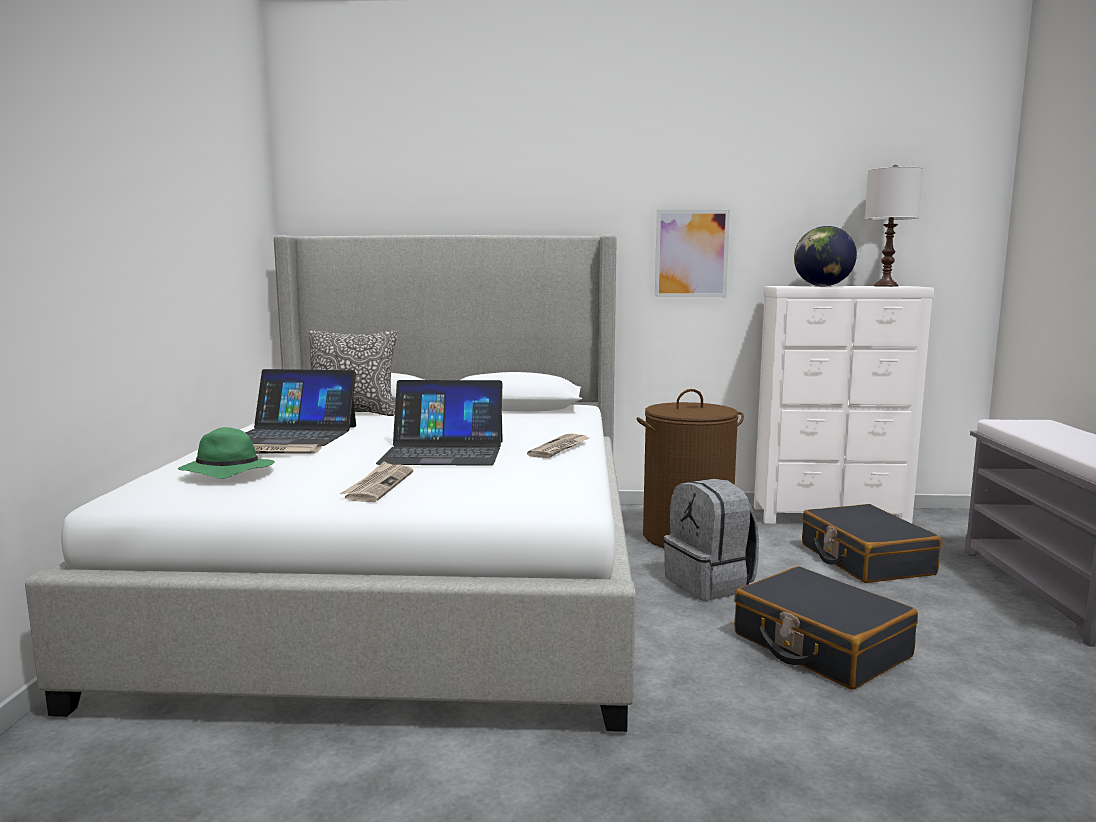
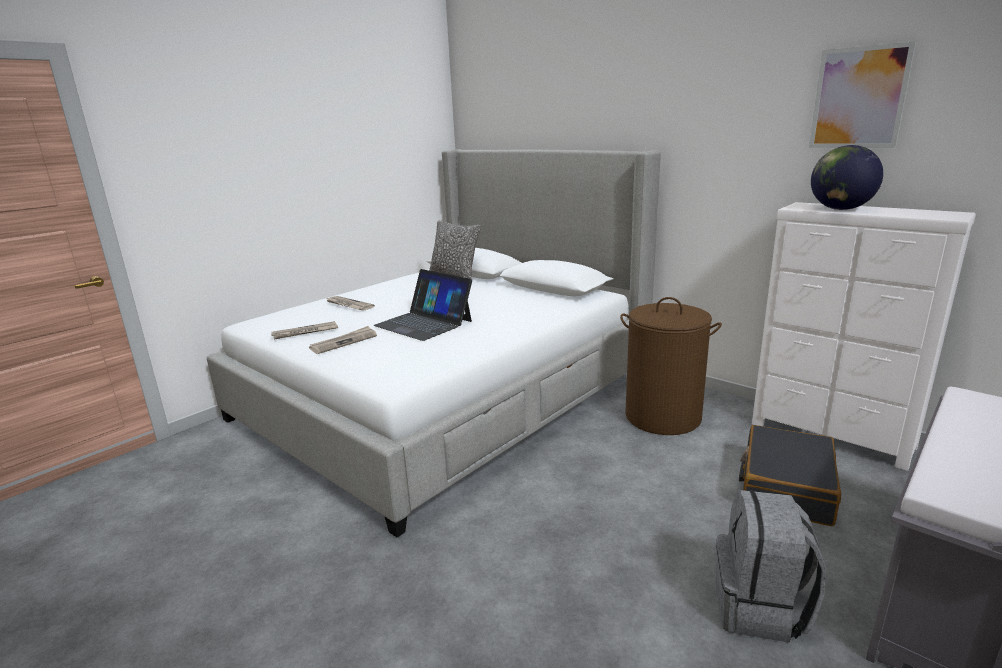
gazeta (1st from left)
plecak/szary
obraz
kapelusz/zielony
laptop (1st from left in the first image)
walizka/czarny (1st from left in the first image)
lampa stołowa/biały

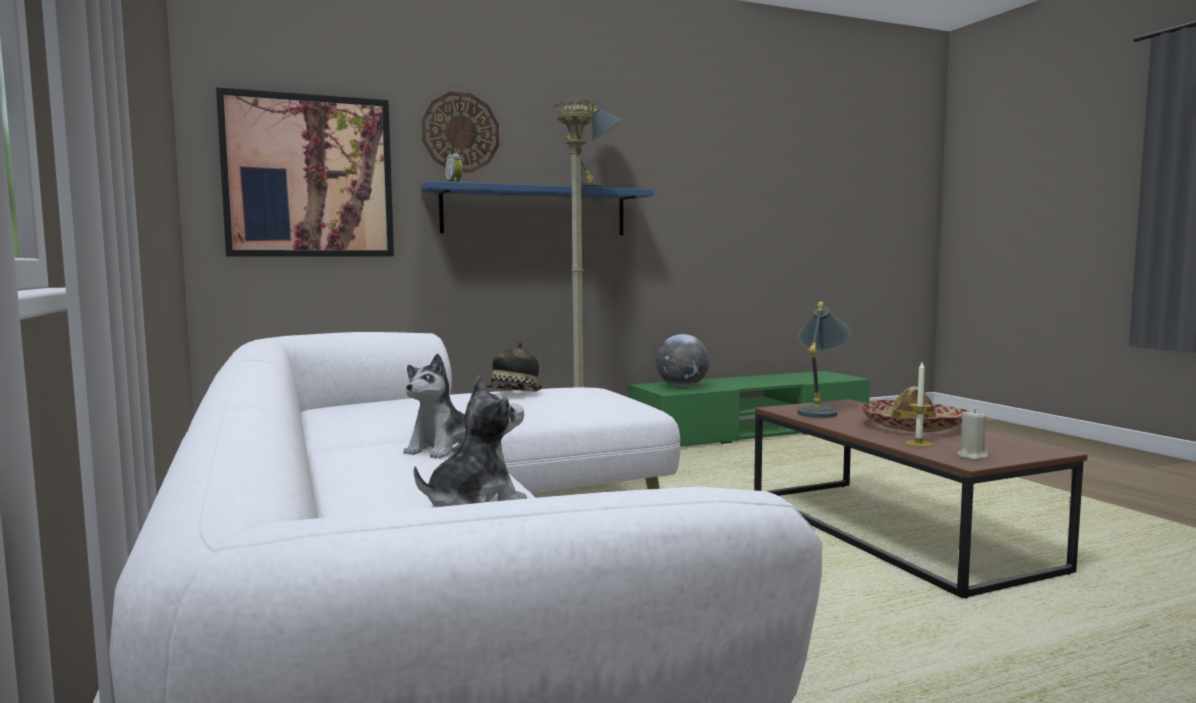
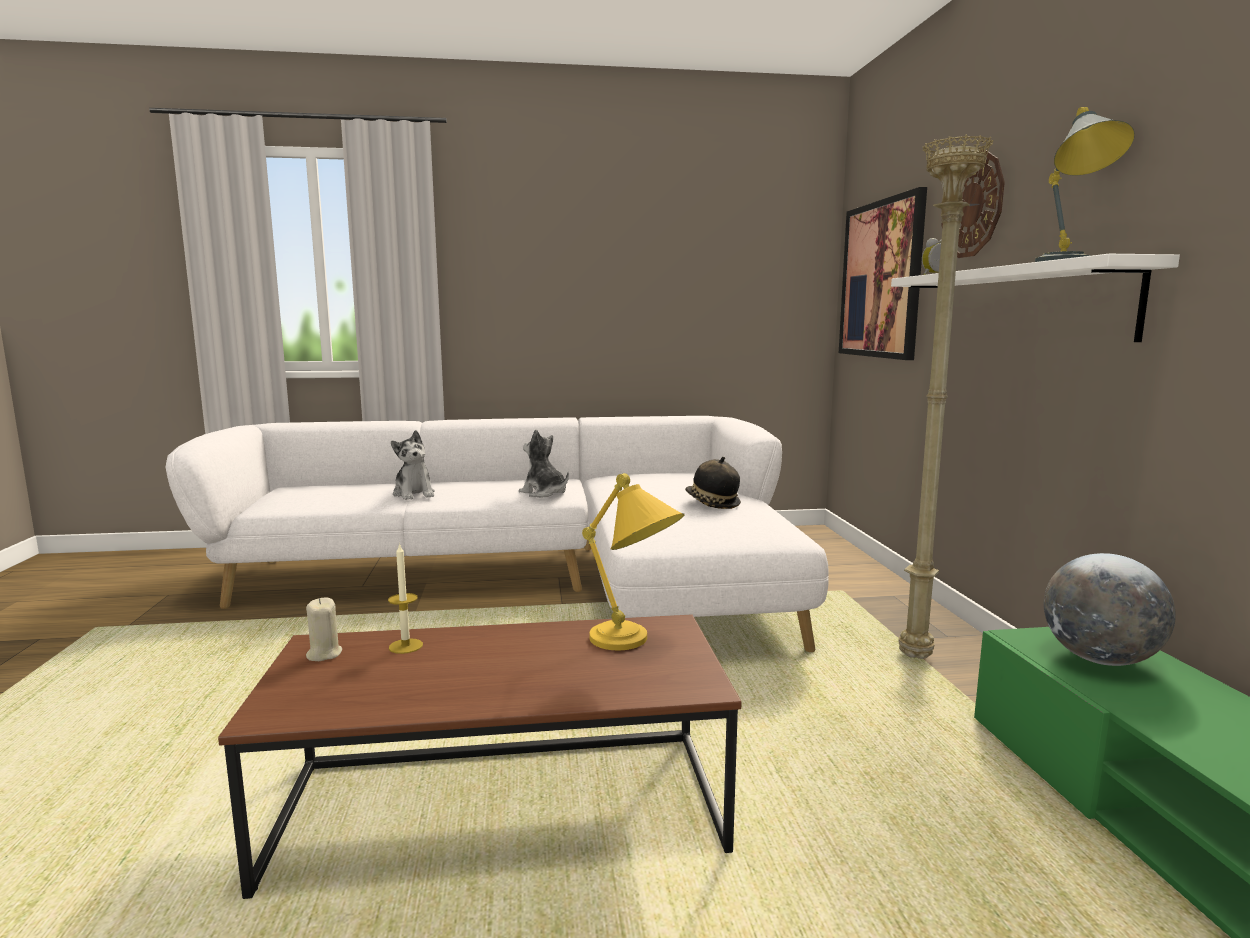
lampa stołowa/żółty
półka/biały
kapelusz (2nd from left in the first image)

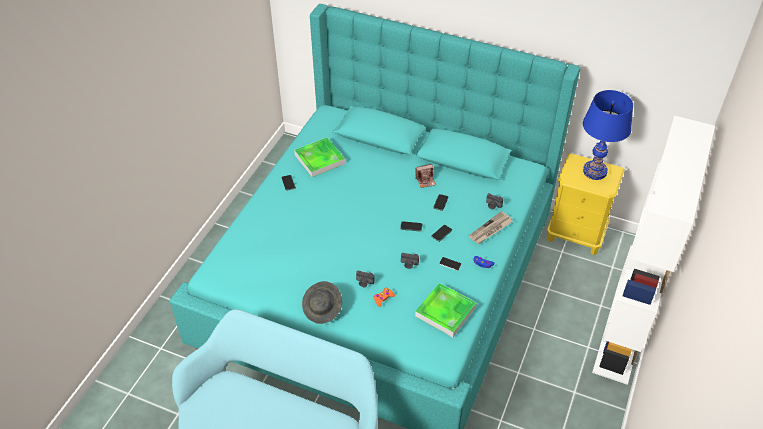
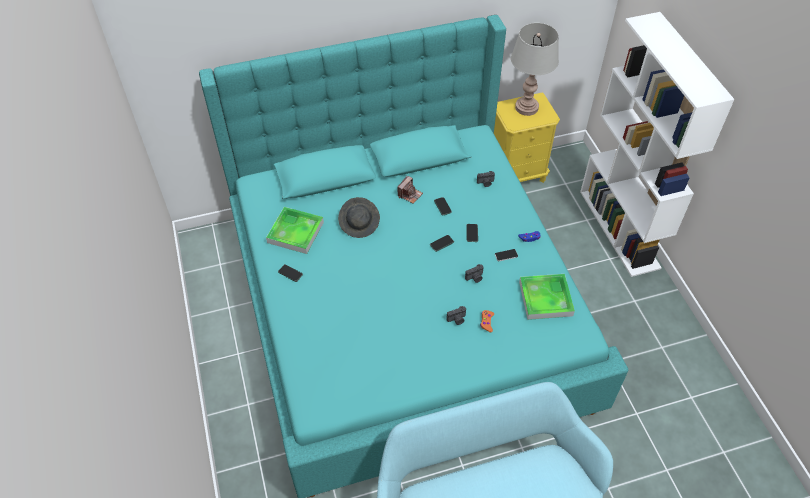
kapelusz/szary
lampa stołowa/szary
gazeta

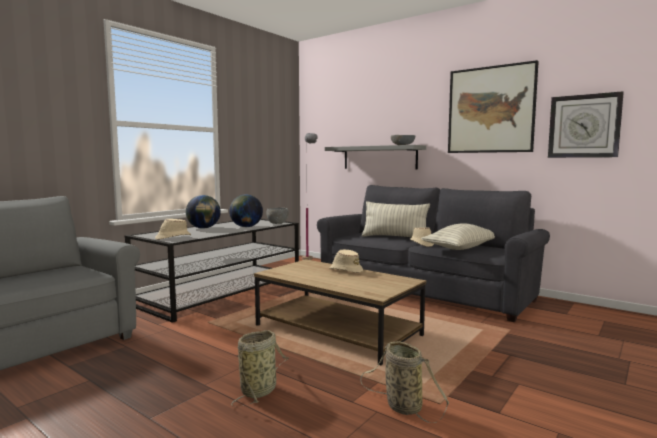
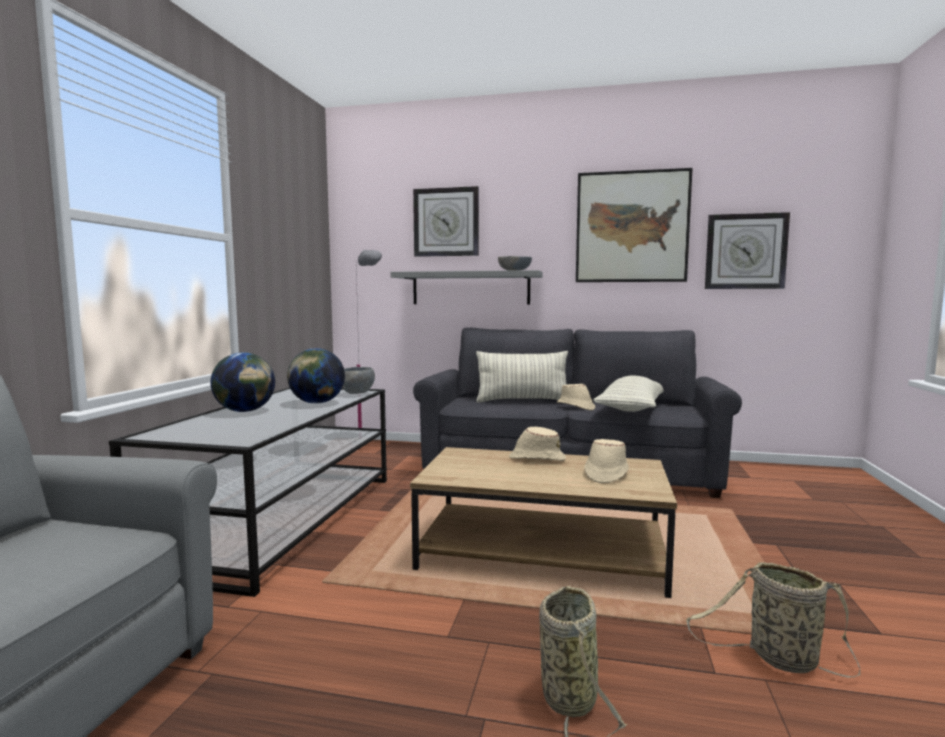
zegar ścienny (1st from left)
kapelusz/beżowy (3rd from left)

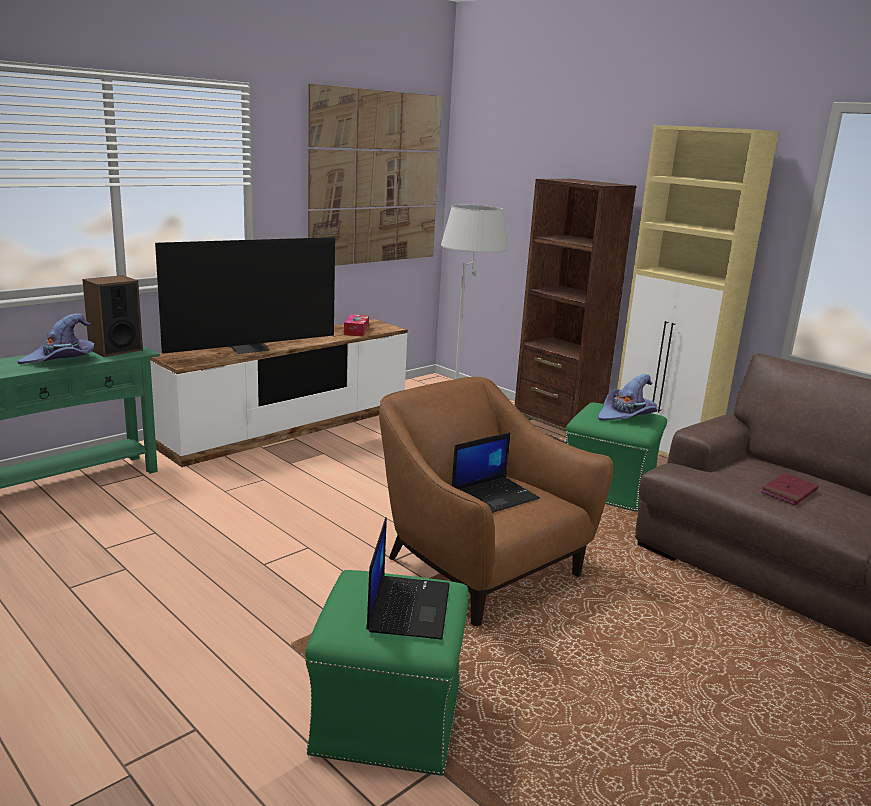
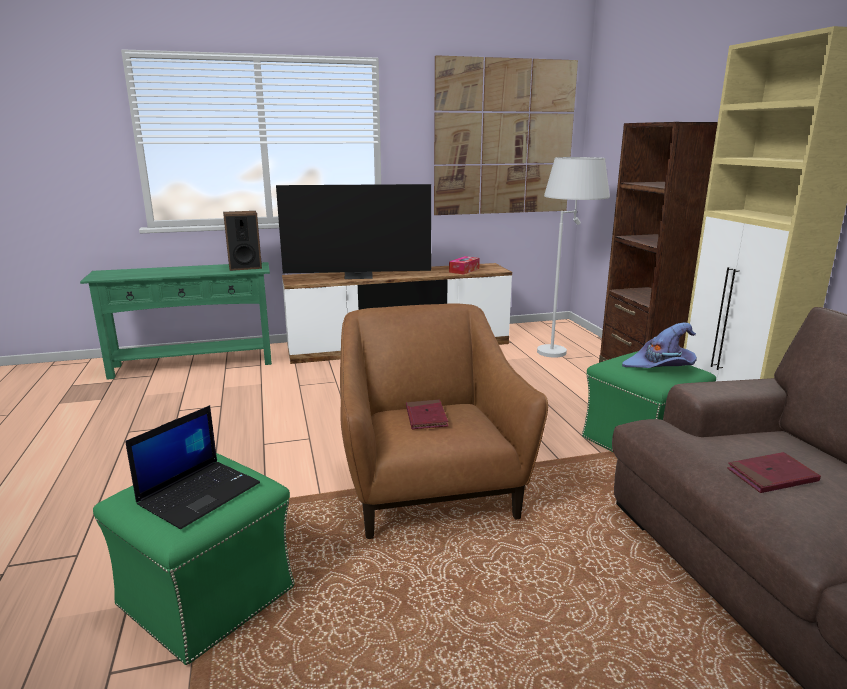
książka/czerwony (1st from left)
kapelusz/fioletowy (1st from left in the first image)

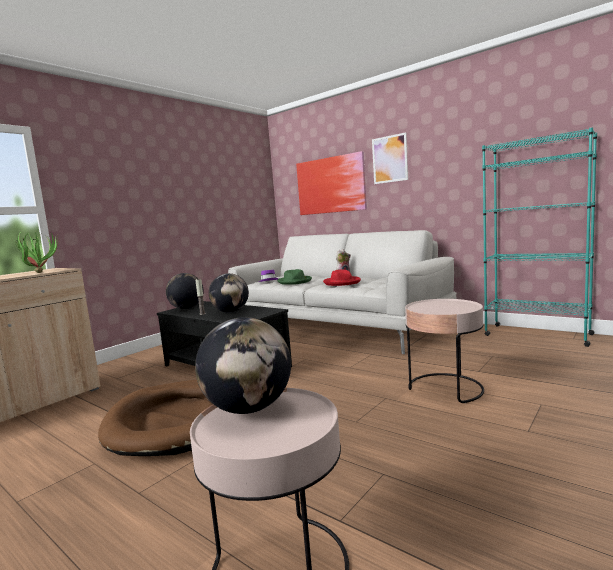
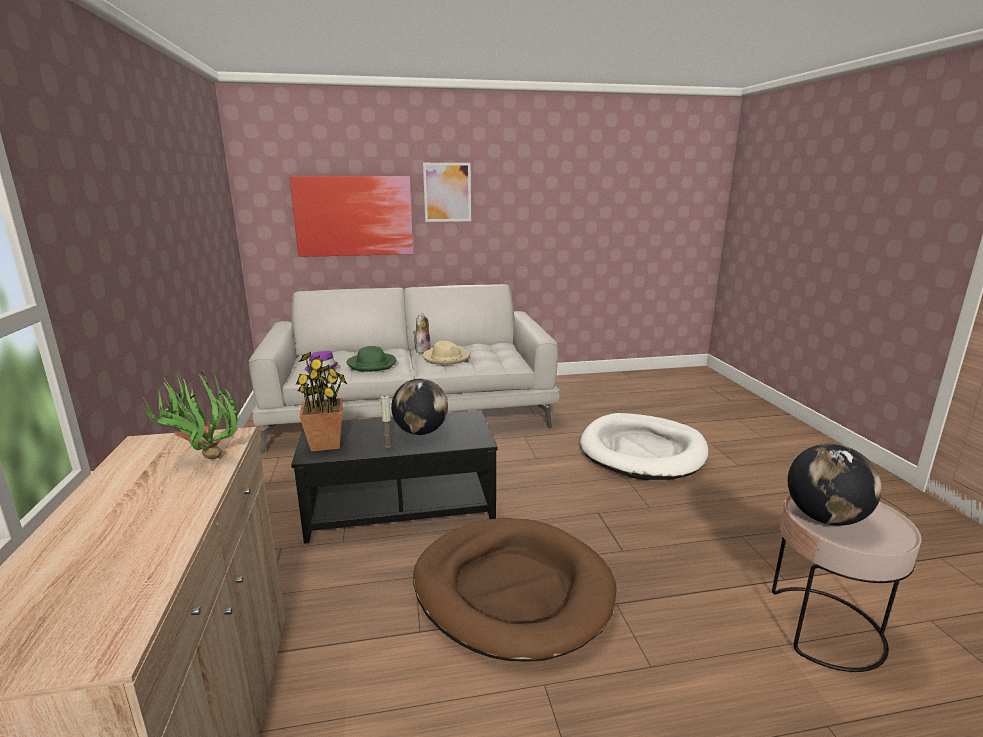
roślina doniczkowa (2nd from left)
kapelusz/beżowy
legowisko/biały
regał/turkusowy

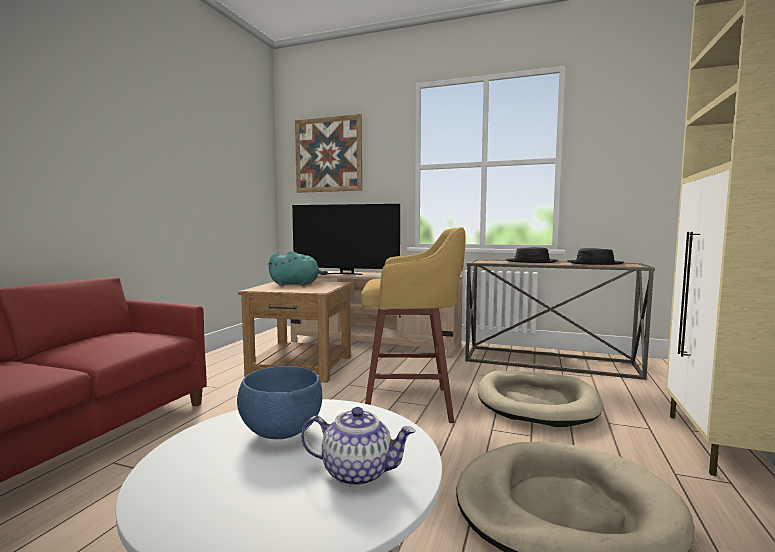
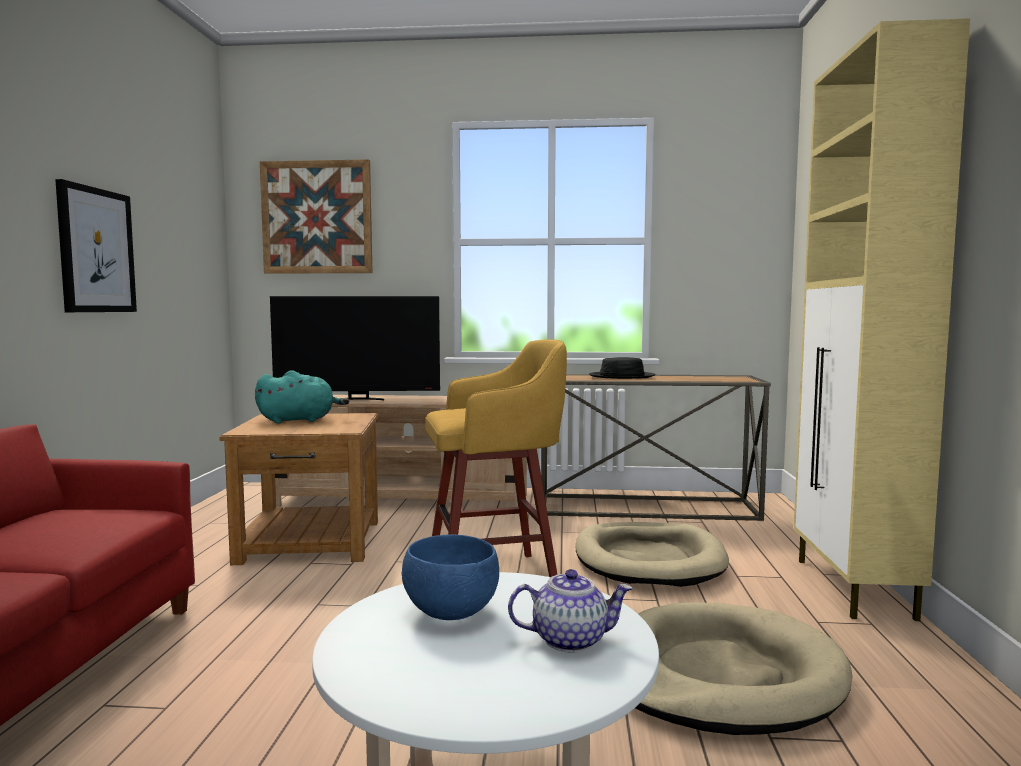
obraz (1st from left)
kapelusz/czarny (2nd from left in the first image)

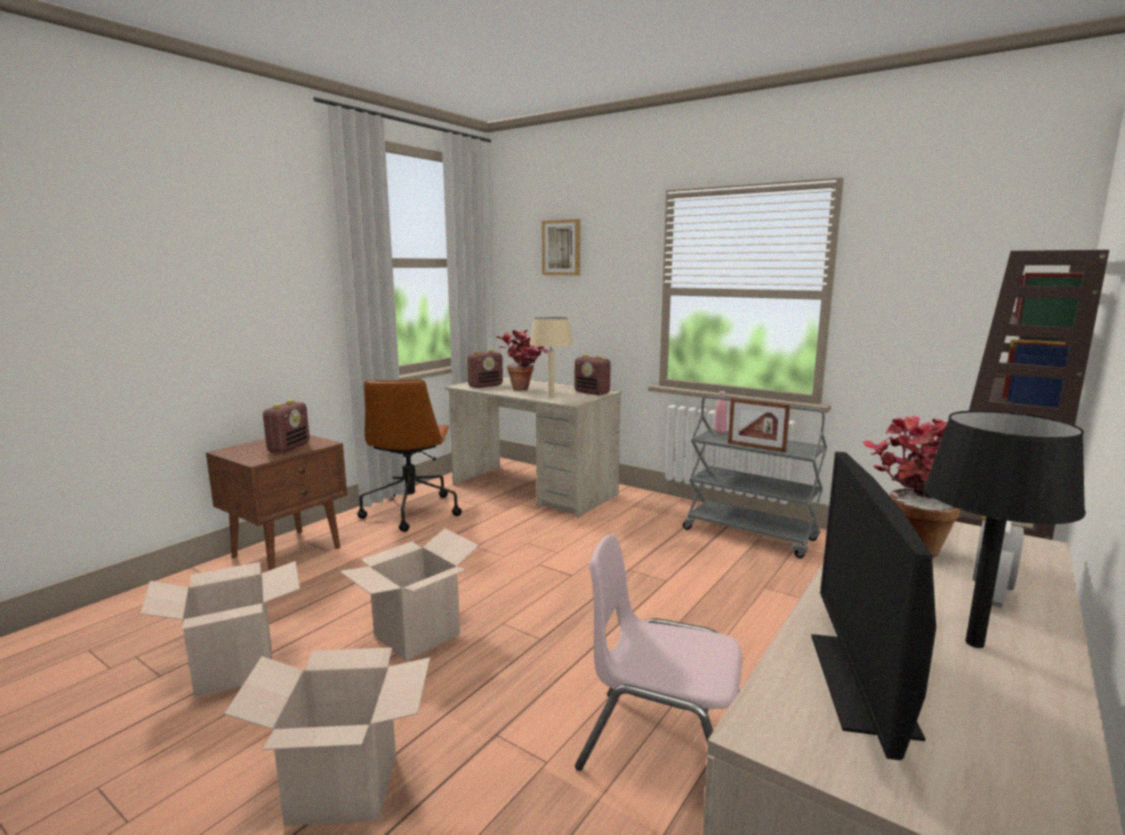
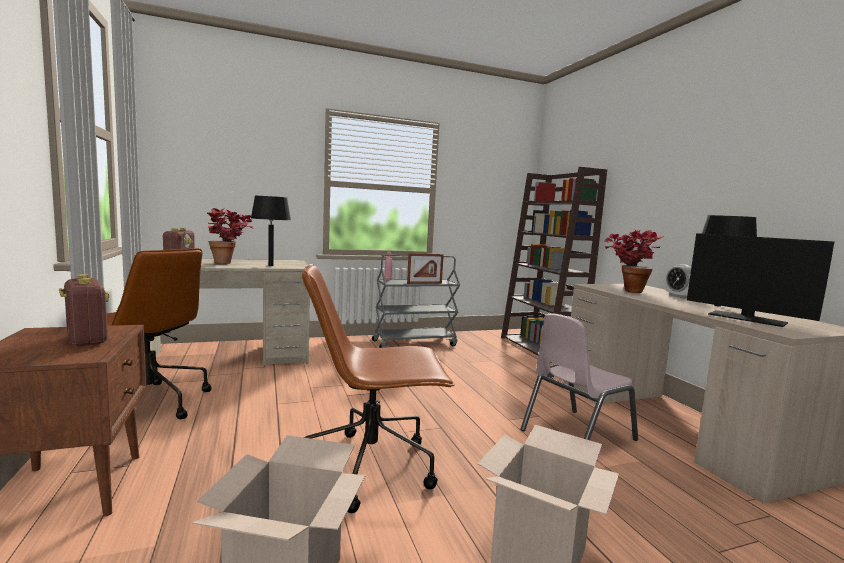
lampa stołowa/czarny (1st from left)
krzesło biurowe/brązowy (2nd from left)
obraz
radio (3rd from left in the first image)

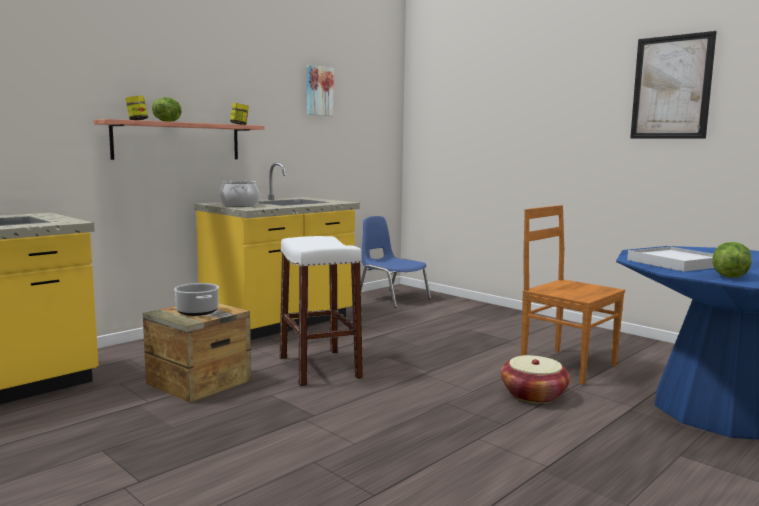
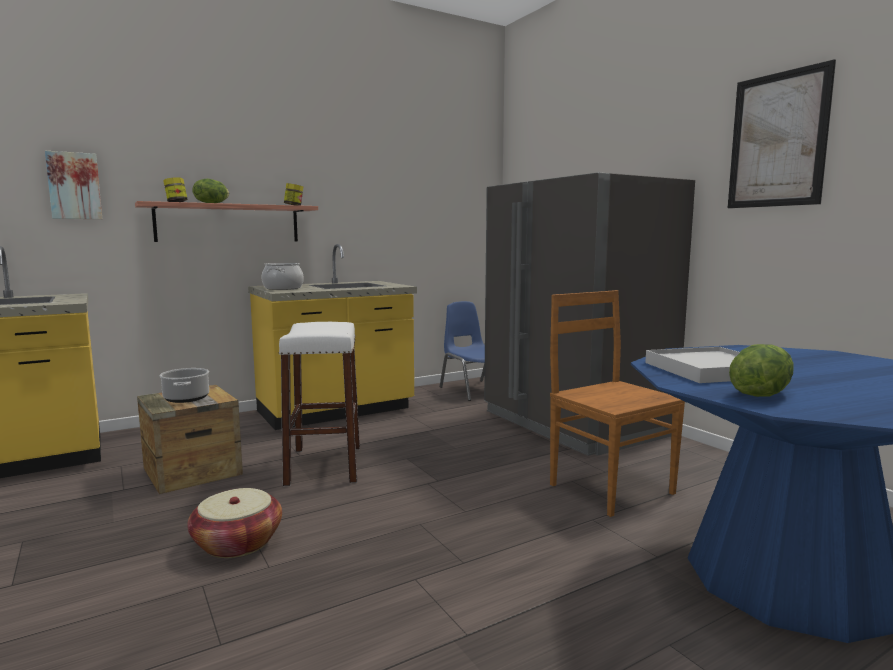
obraz (1st from left)
koszyk
lodówka/szary

